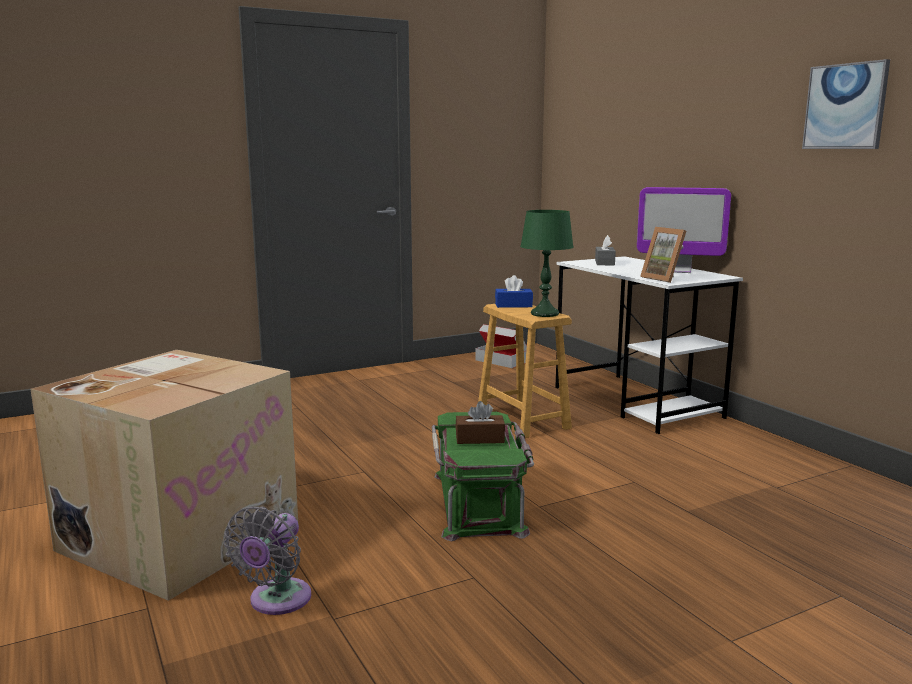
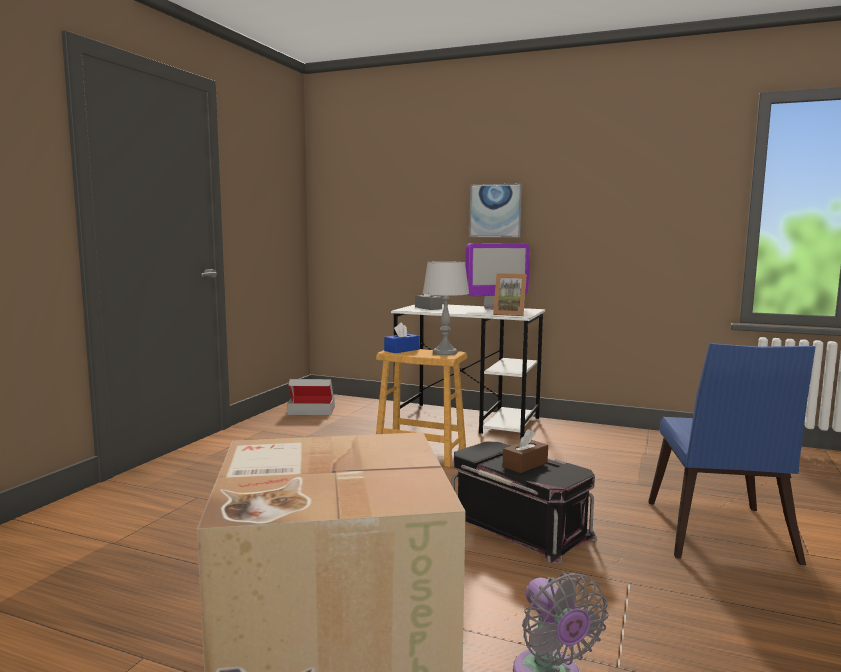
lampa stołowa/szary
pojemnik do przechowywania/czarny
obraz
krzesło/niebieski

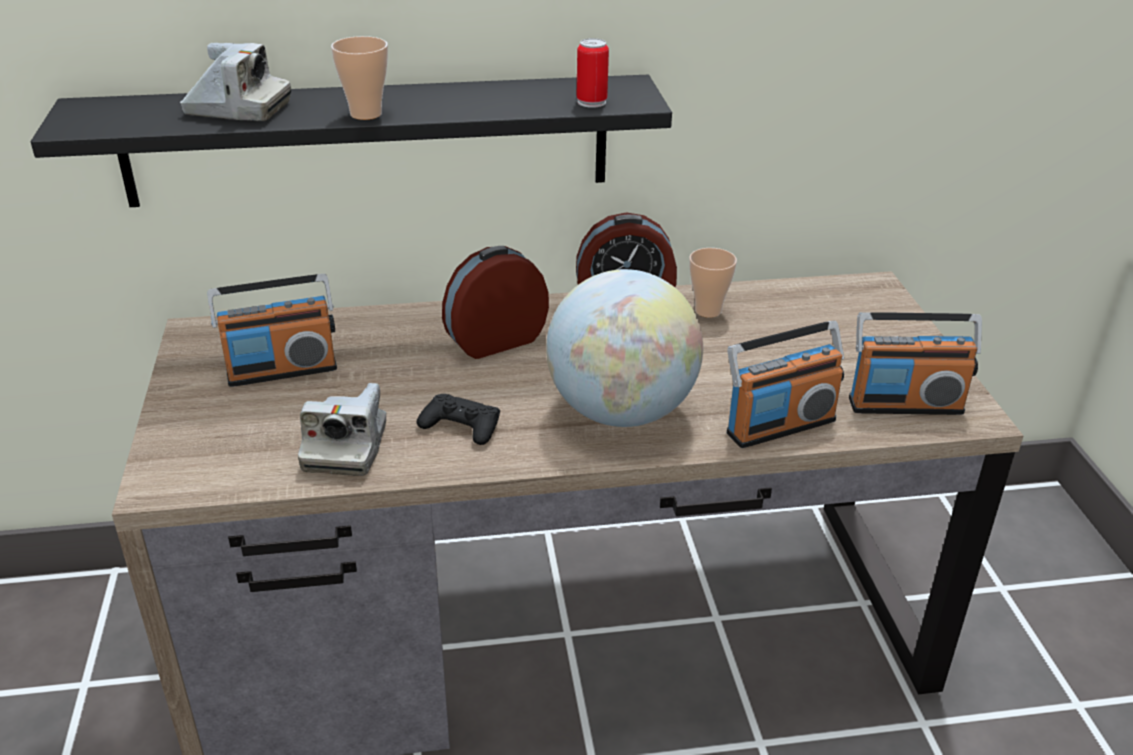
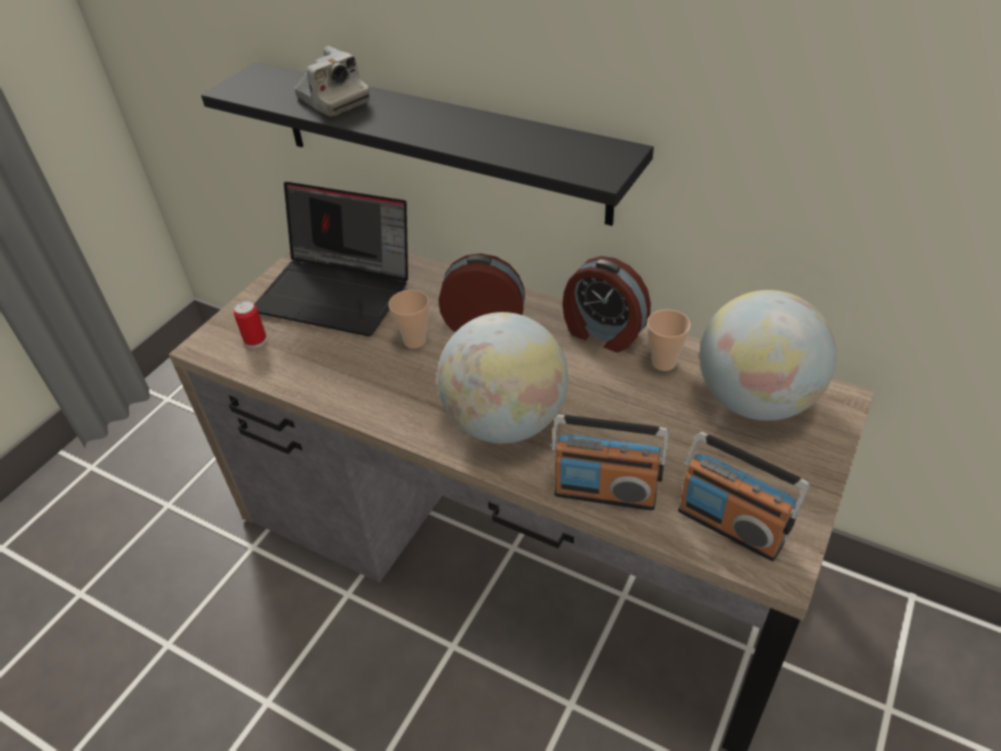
puszka
laptop
filiżanka (1st from left)
globus (2nd from left)
aparat fotograficzny (2nd from left in the first image)
pad do gier/czarny

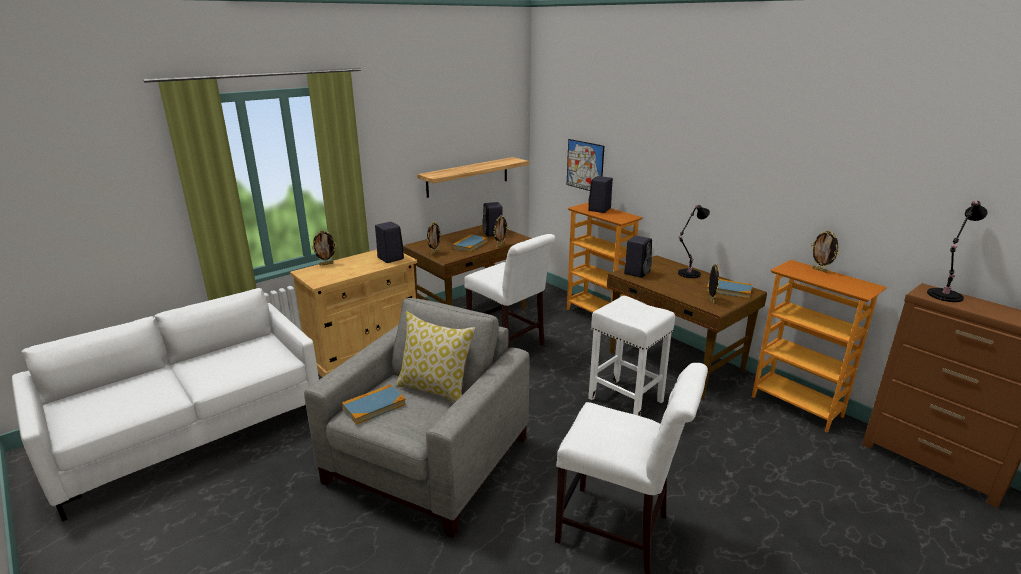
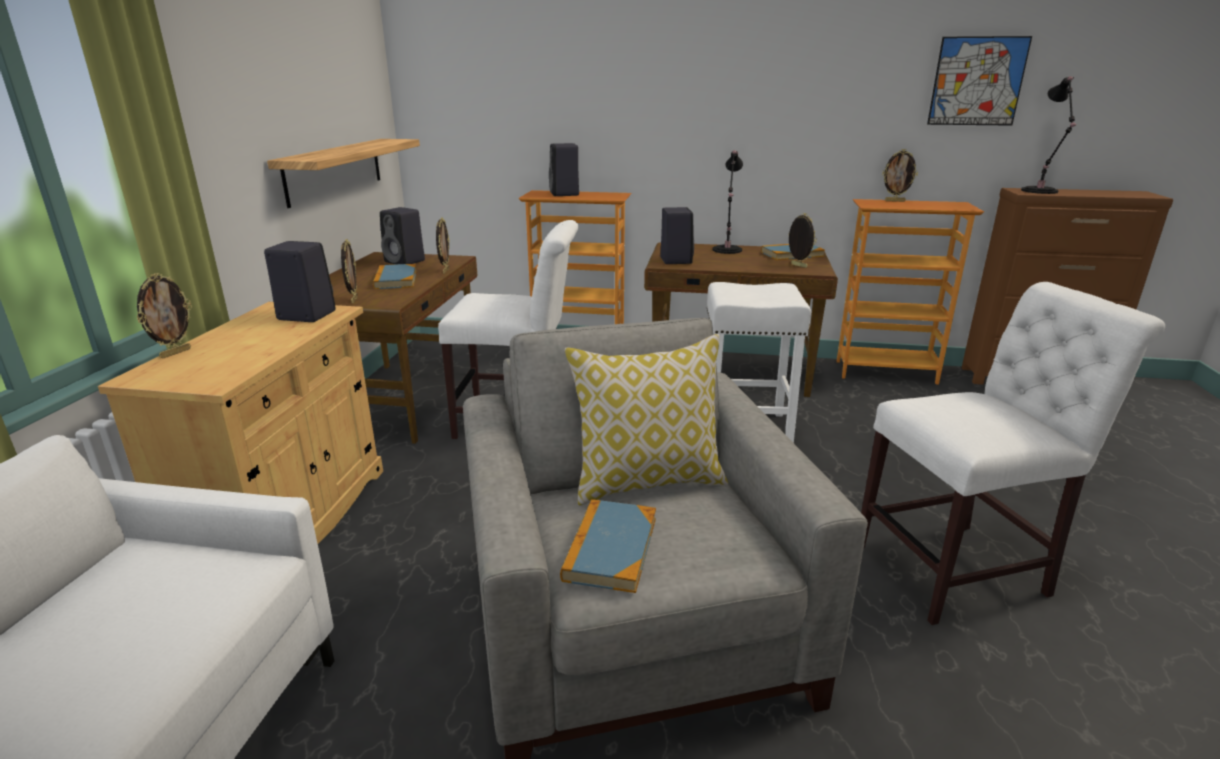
obraz

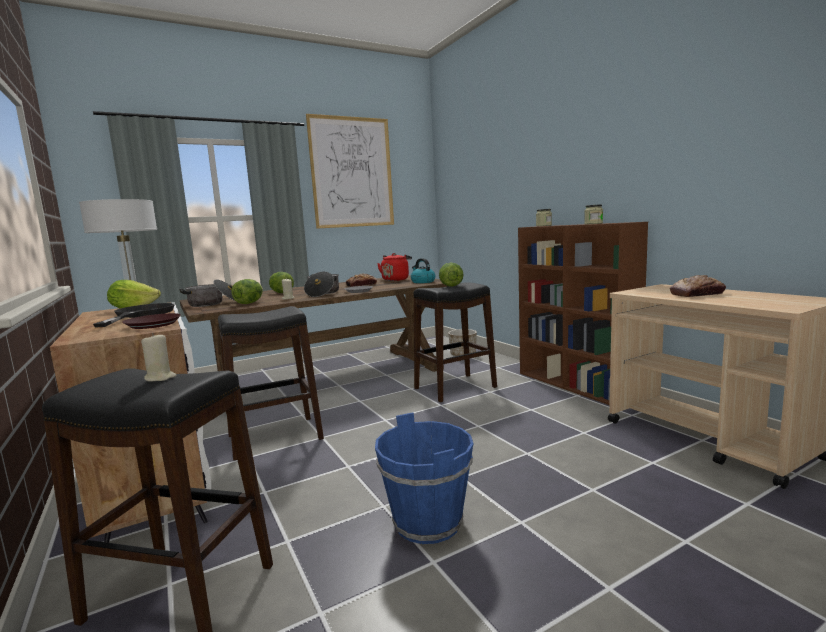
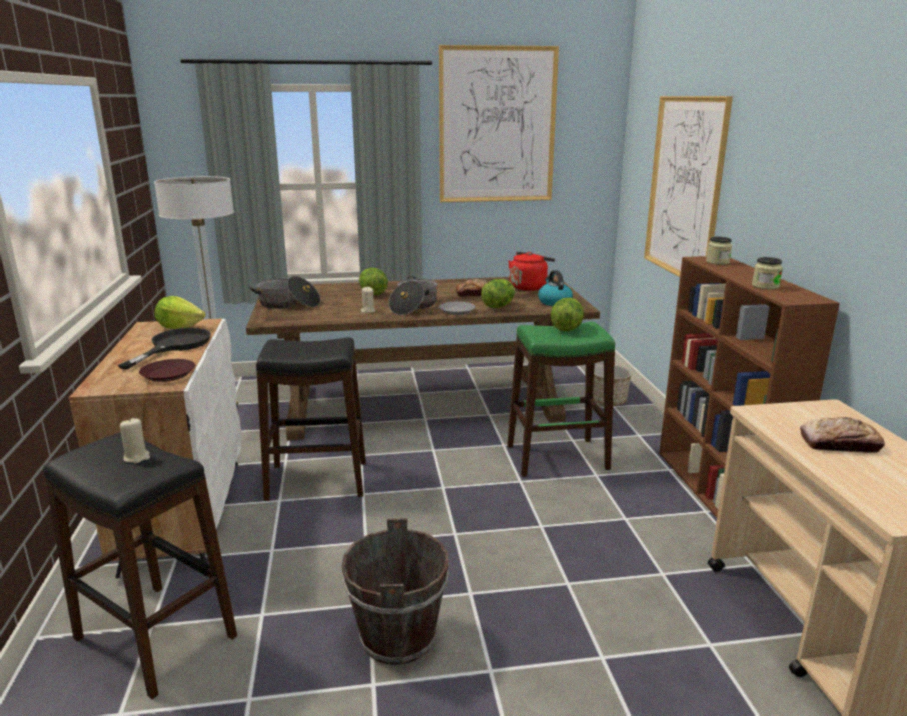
wiadro/brązowy
sałata (3rd from left)
stołek/zielony
obraz (2nd from left)

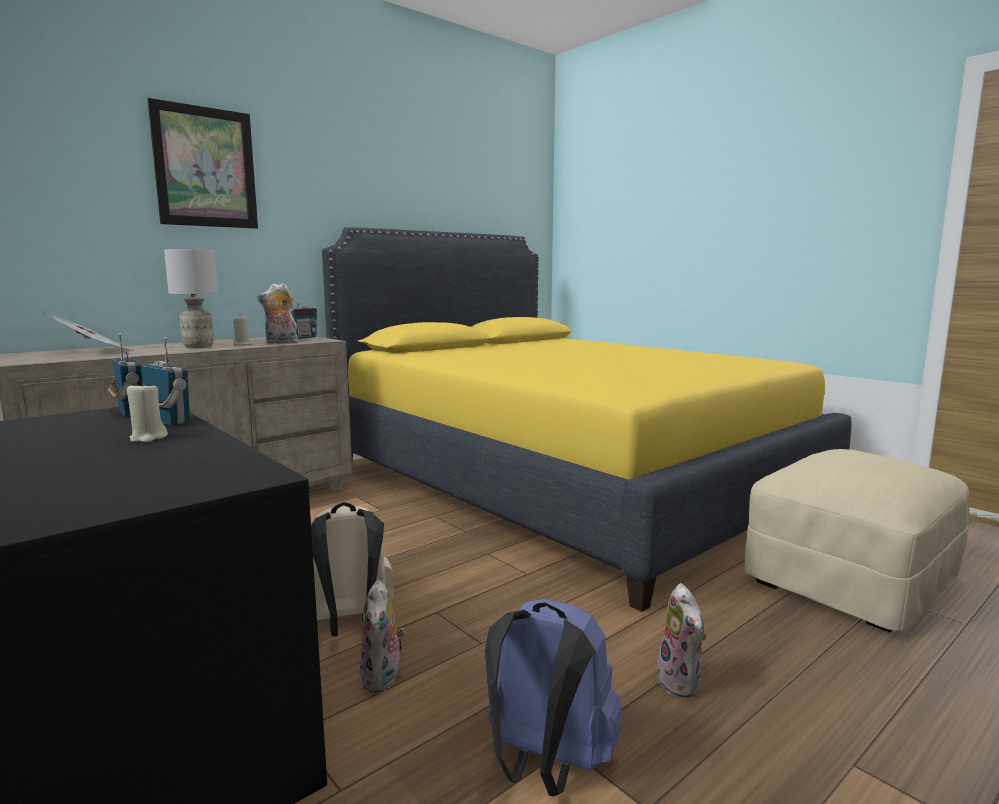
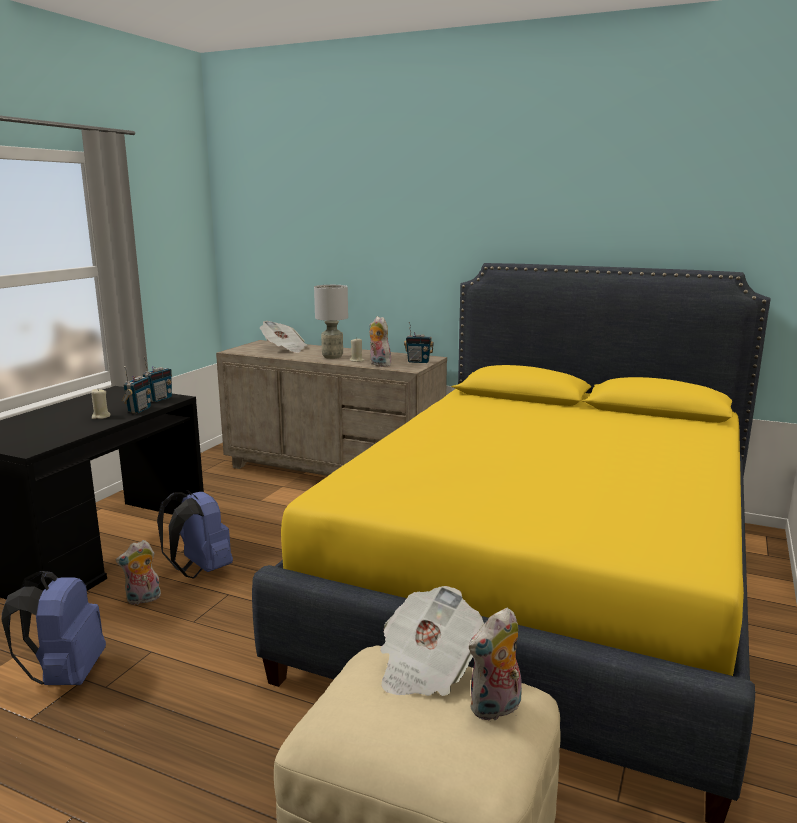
plecak/niebieski (2nd from left)
gazeta (2nd from left)
pluszak (3rd from left)
obraz

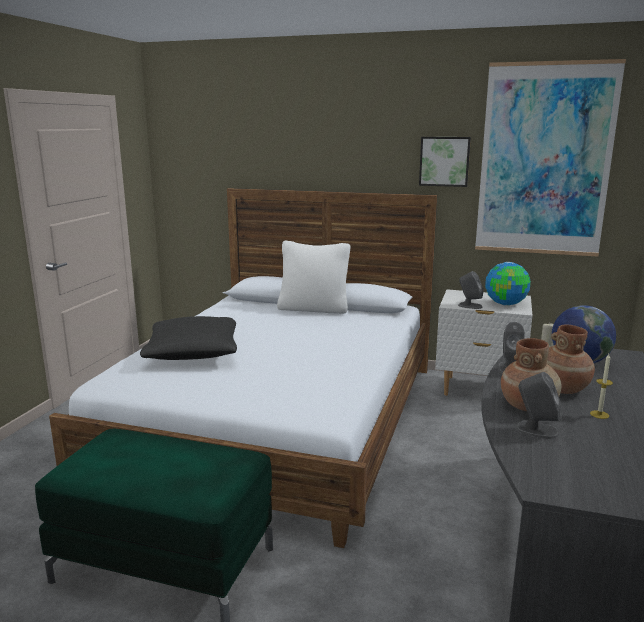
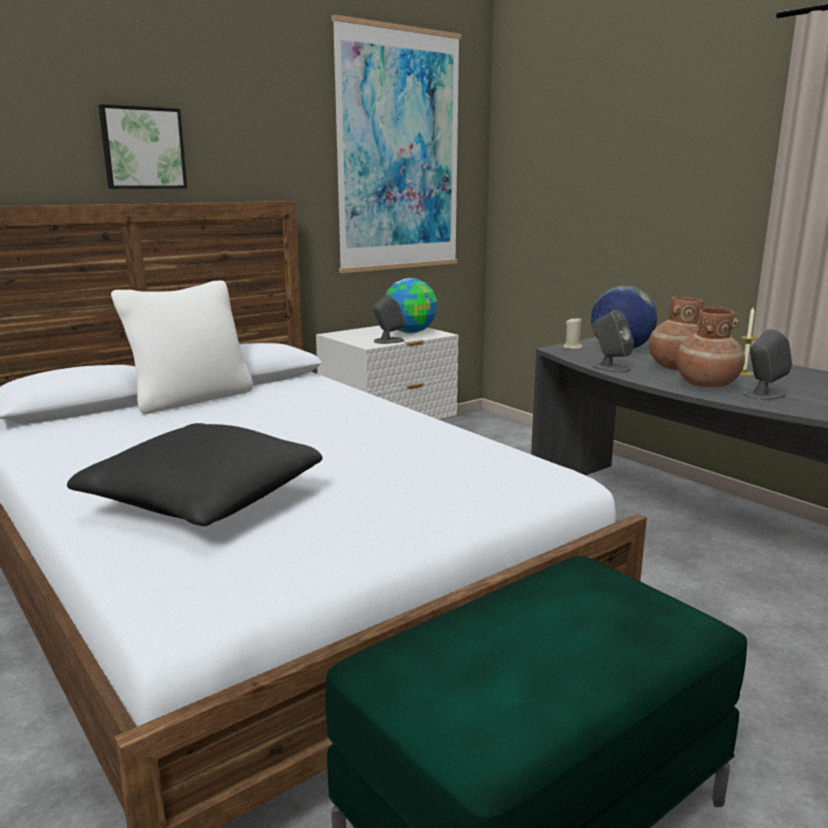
obraz (1st from left)

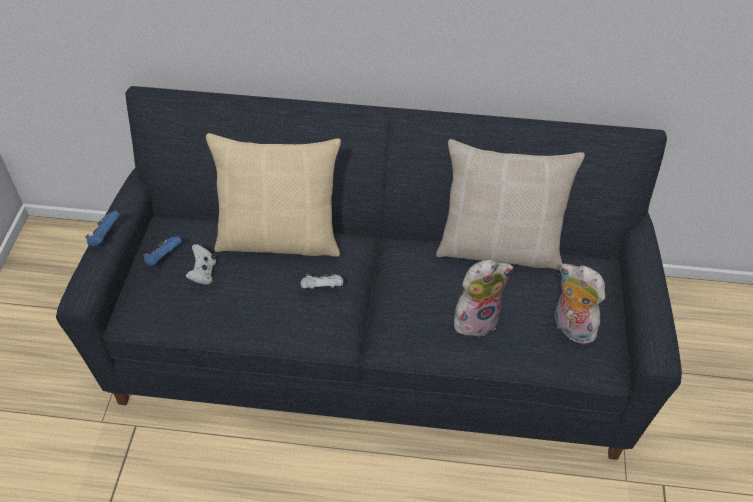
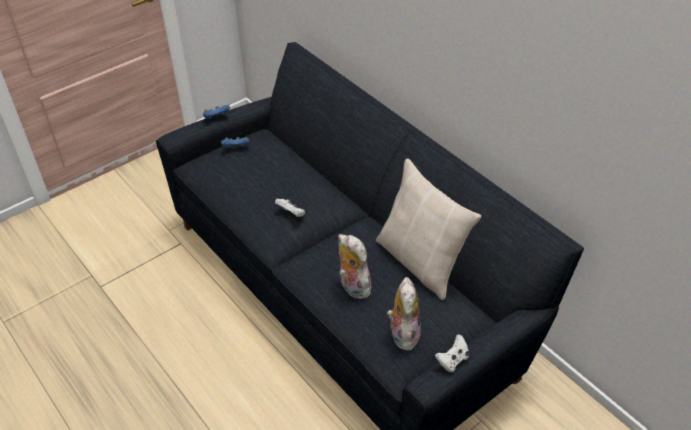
pluszak (1st from left)
pad do gier/biały (2nd from left)
poduszka/beżowy (1st from left in the first image)

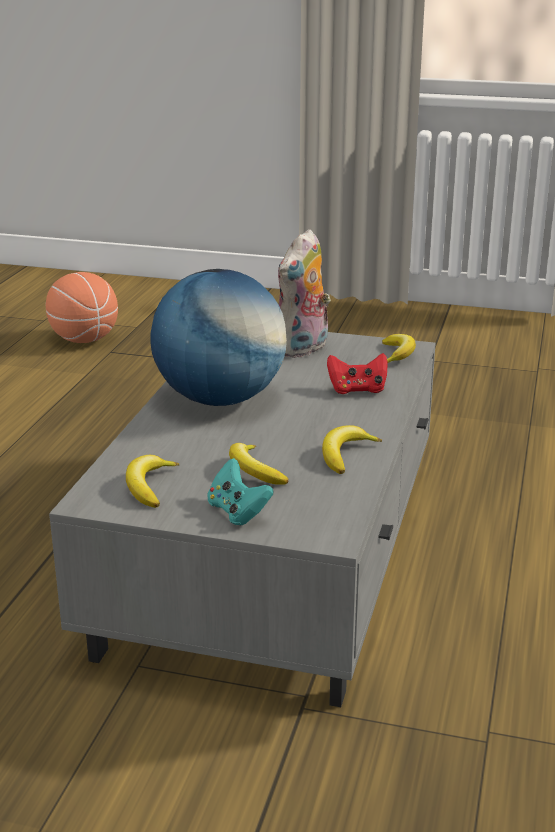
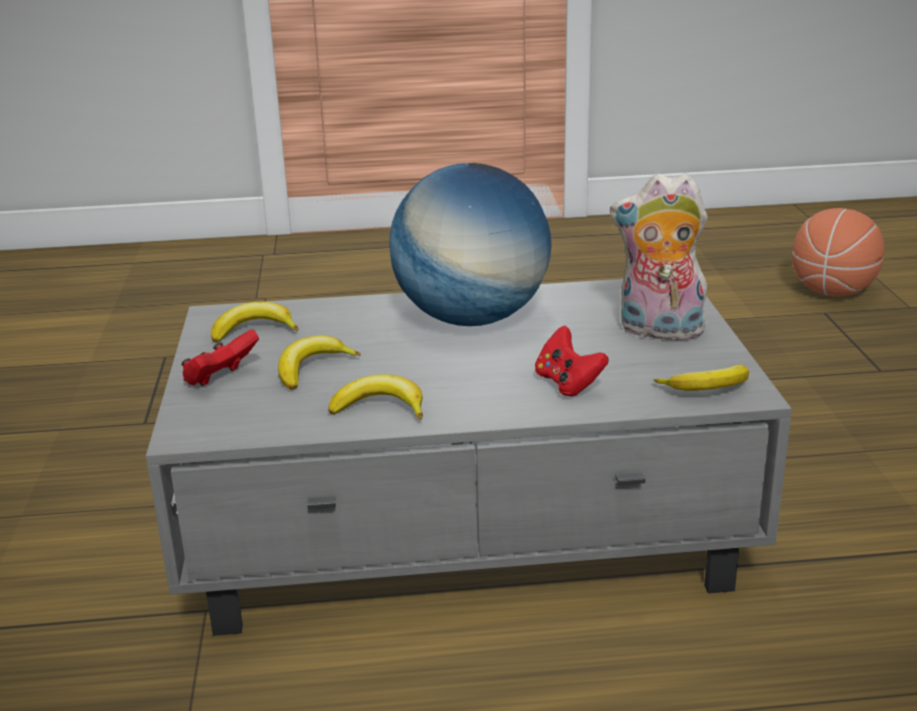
pad do gier/czerwony (1st from left)

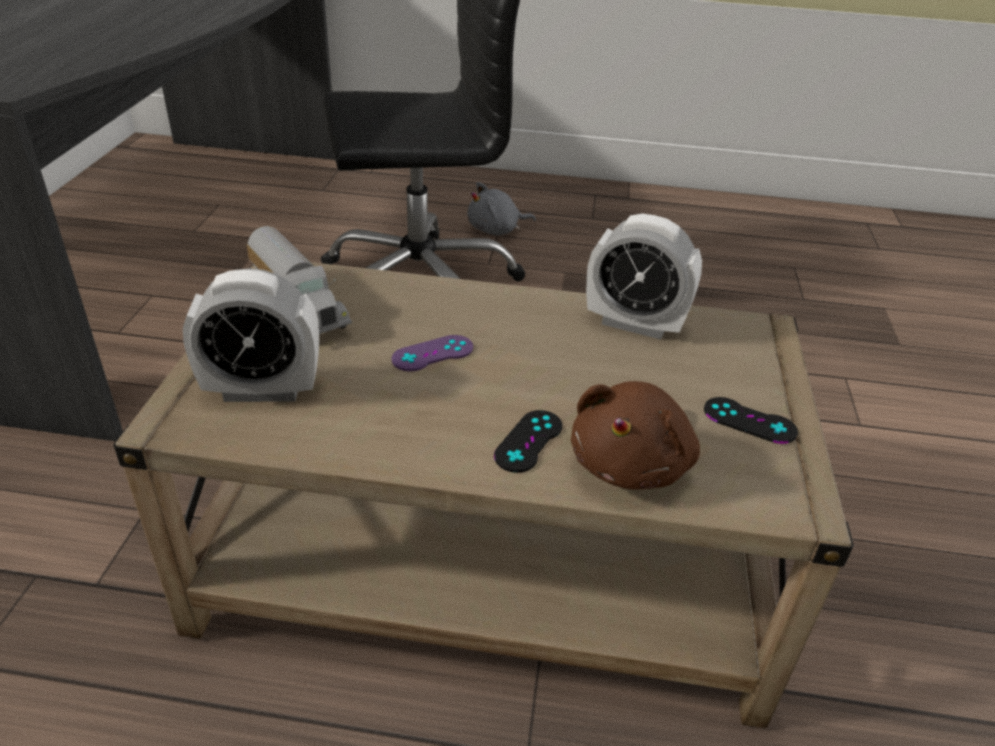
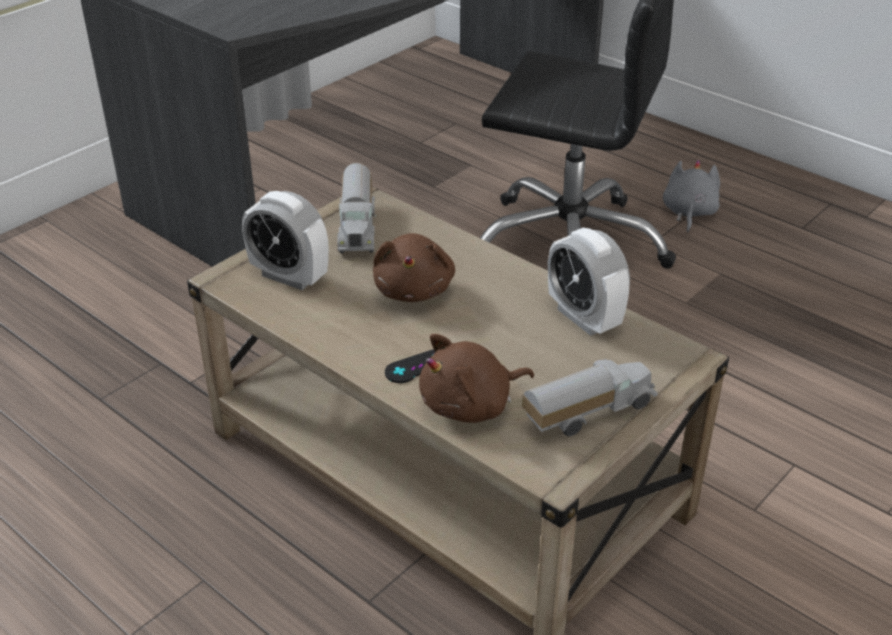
pluszak/brązowy (1st from left)
ciężarówka zabawkowa (2nd from left)
pluszak/szary

